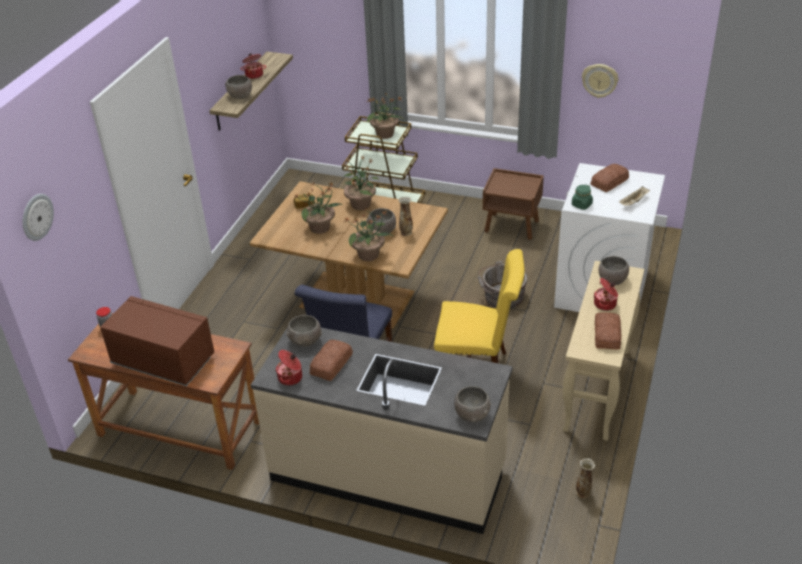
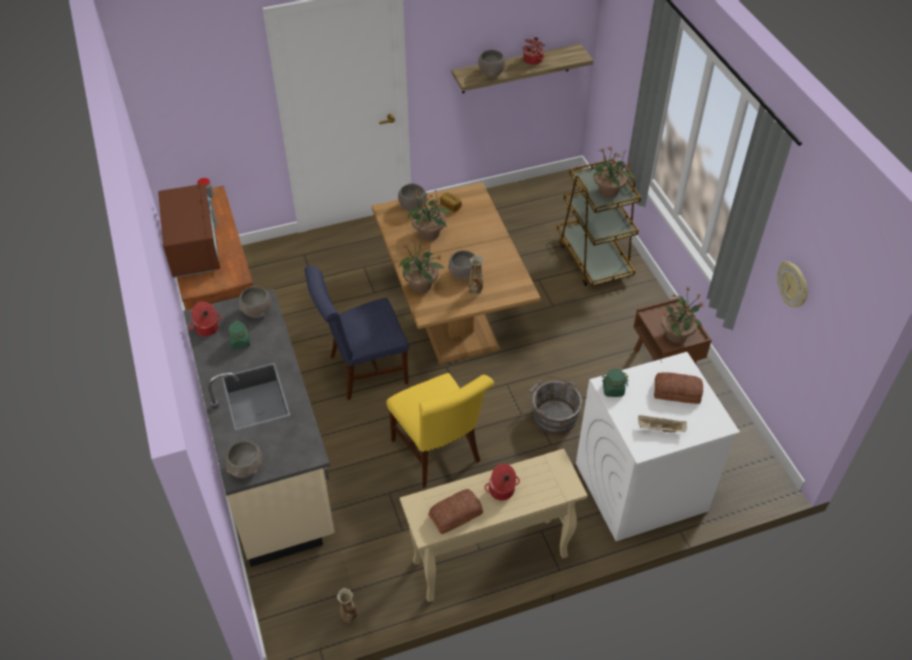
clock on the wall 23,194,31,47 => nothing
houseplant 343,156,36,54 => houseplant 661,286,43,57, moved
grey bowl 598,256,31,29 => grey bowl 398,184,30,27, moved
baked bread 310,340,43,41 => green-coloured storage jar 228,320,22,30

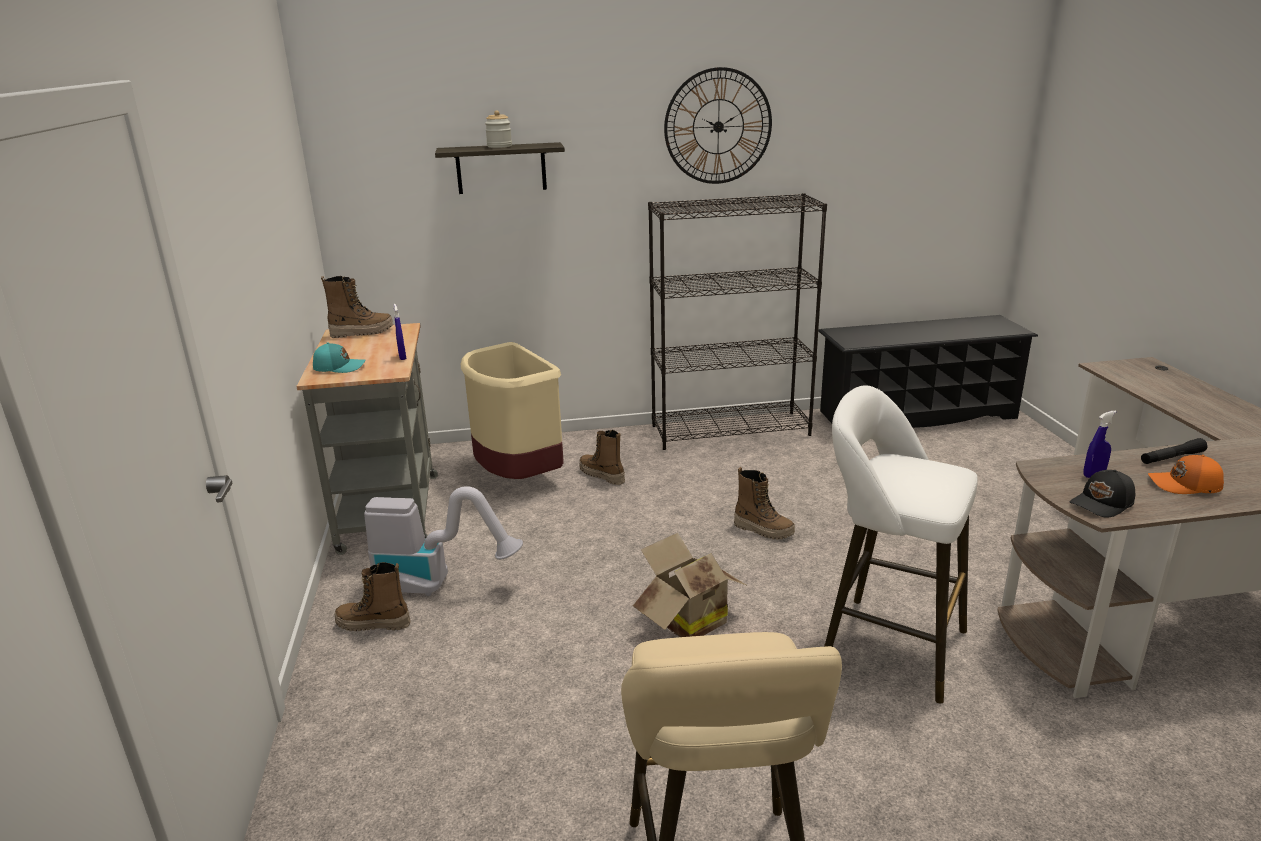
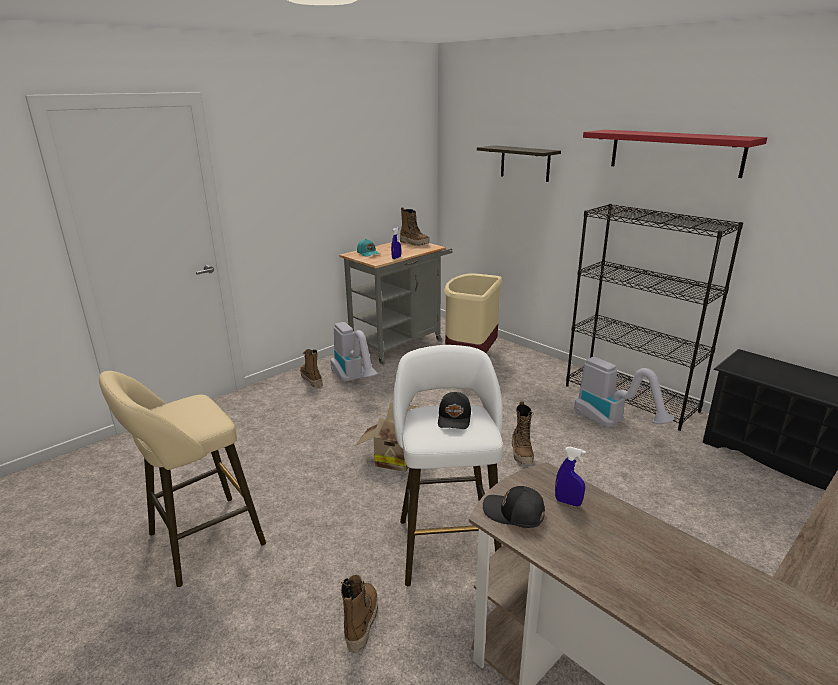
storage jar 485,110,27,38 => nothing
black-coloured flashlight 1141,438,67,26 => nothing
orange peaked cap 1148,455,76,39 => nothing
nothing => black-coloured peaked cap 438,392,33,37
nothing => vacuum cleaner 574,357,101,71
high-top boot 579,430,46,55 => high-top boot 341,575,37,78, moved
clock on the wall 664,67,108,117 => red-coloured shelf 583,130,184,48

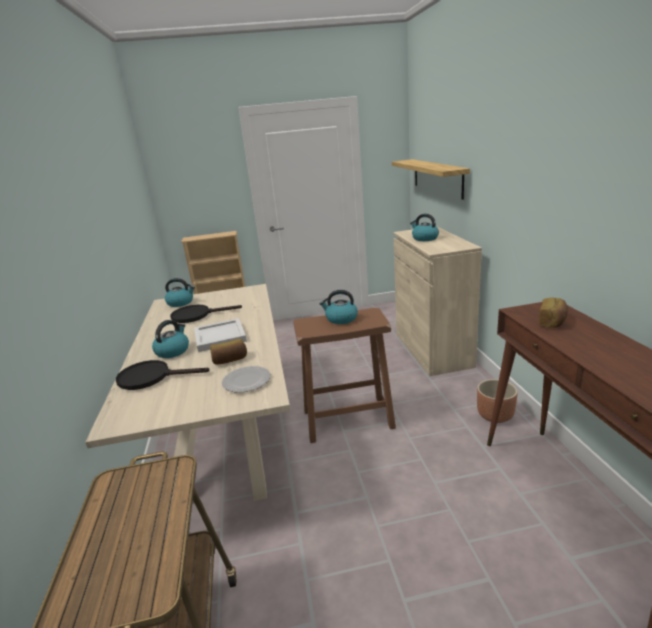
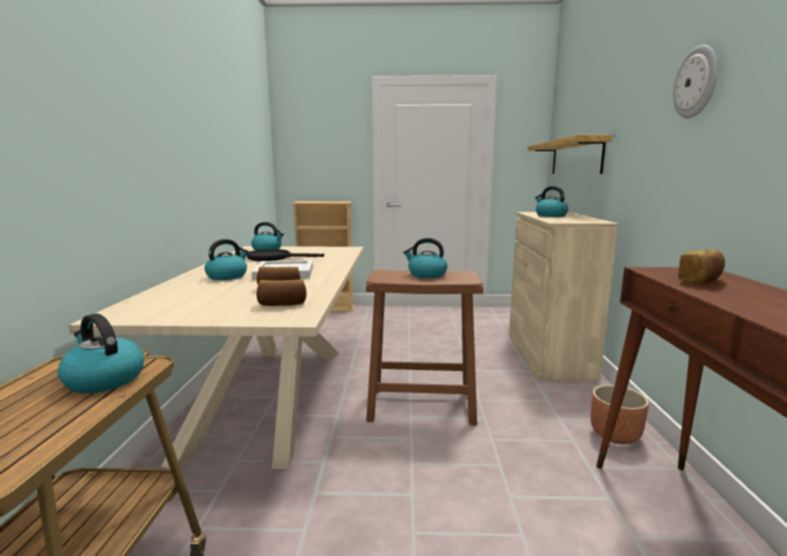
black-coloured frying pan 116,360,94,30 => nothing
nothing => water kettle 58,313,86,80
nothing => clock on the wall 673,45,45,73
flat dish 222,366,49,27 => baked bread 256,280,51,26

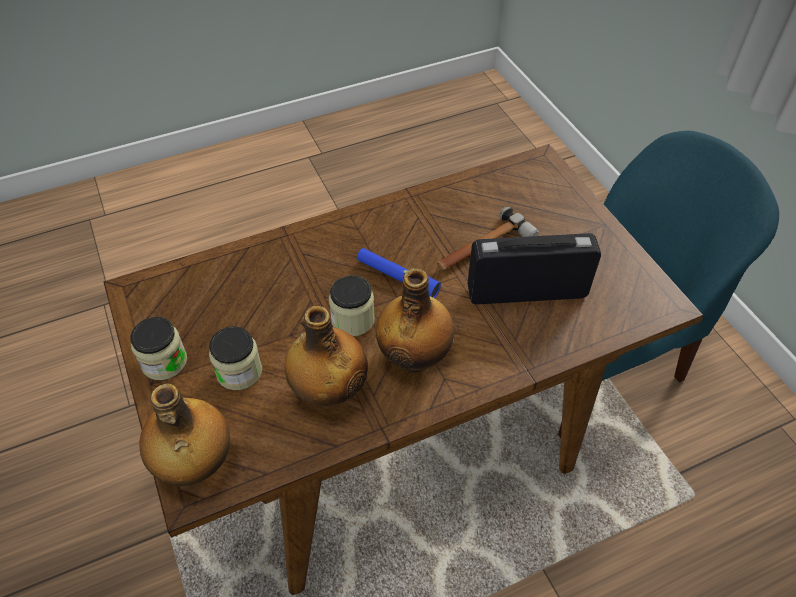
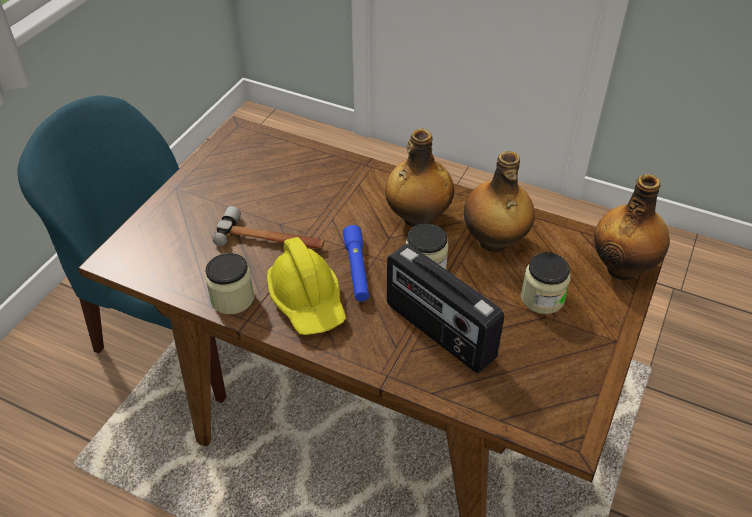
nothing => yellowish hard hat 267,237,79,98
storage jar 130,317,57,63 => storage jar 205,253,49,61, moved
radio set 468,233,133,71 => radio set 387,244,117,129, moved

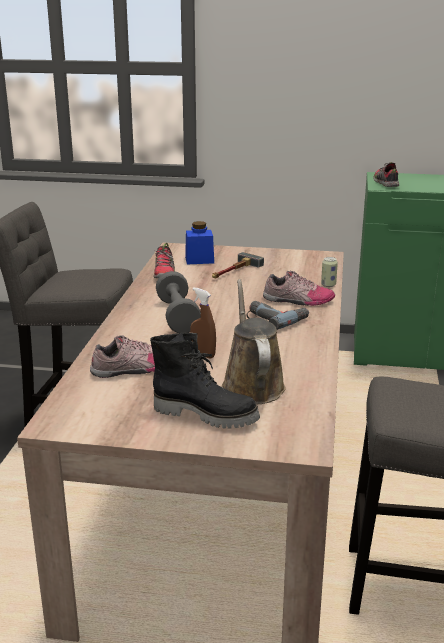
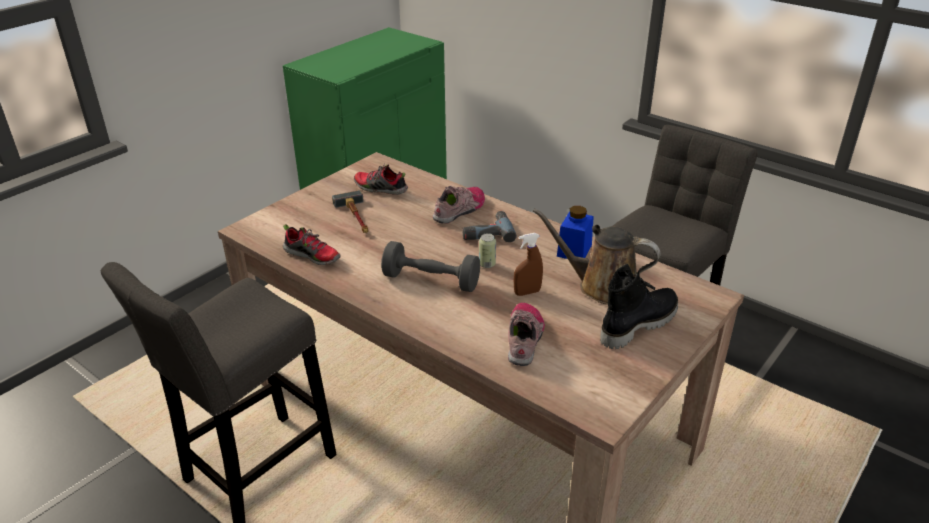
blue-coloured storage jar 185,221,29,43 => blue-coloured storage jar 557,206,37,53, moved
sealed can 321,257,17,30 => sealed can 479,233,17,35, moved
shoe 373,162,26,25 => shoe 354,164,54,31, moved

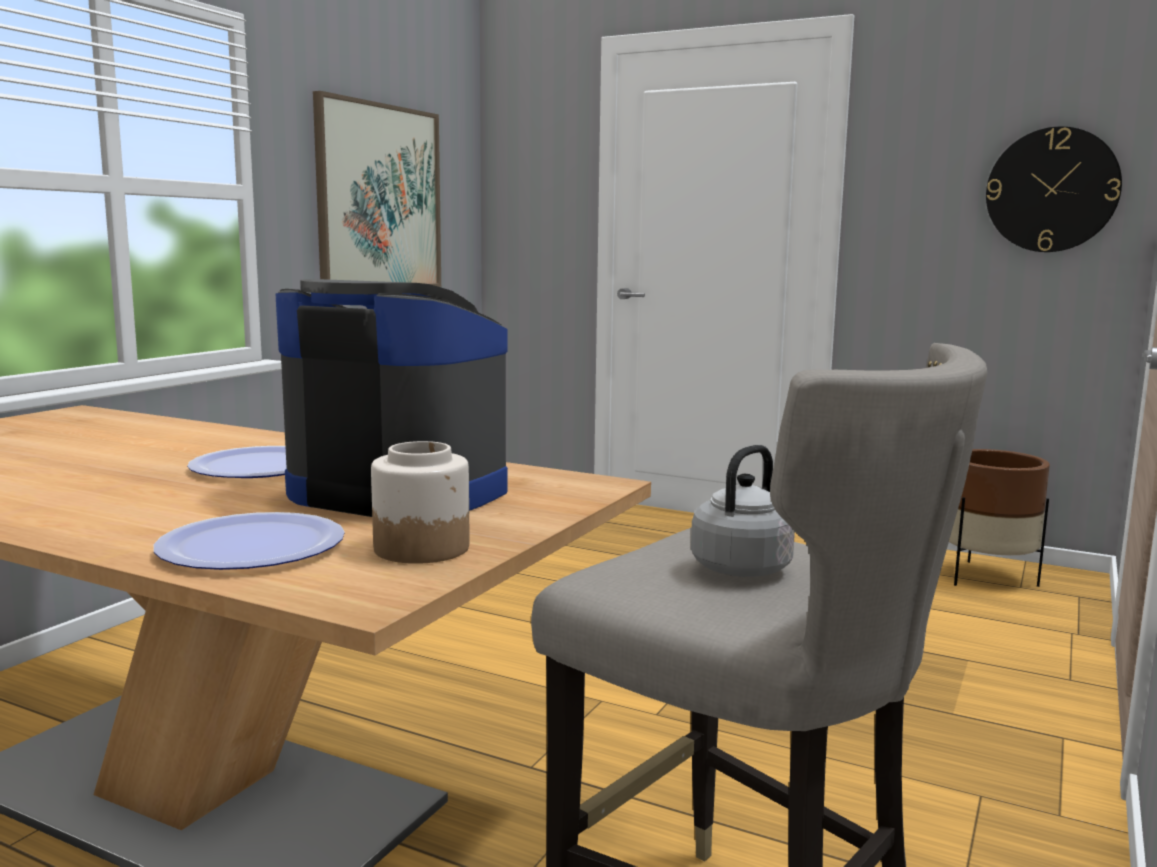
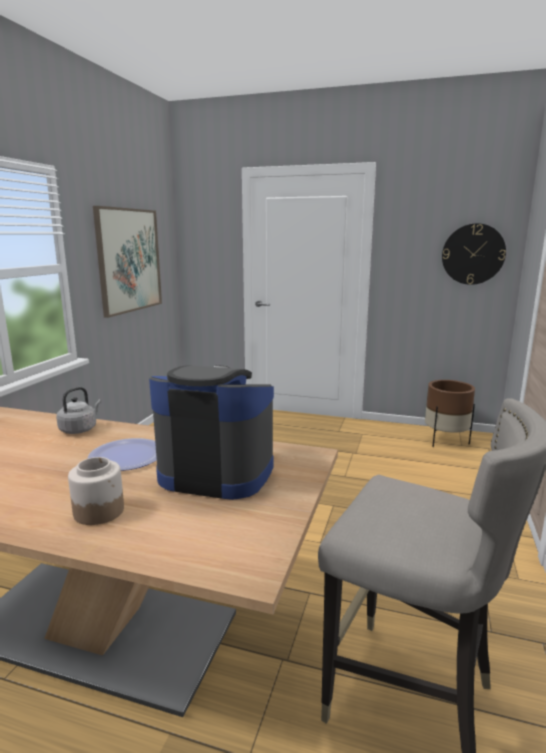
flat dish 154,512,191,58 => nothing
storage jar 371,441,98,123 => storage jar 68,457,56,68, moved
grey water kettle 691,445,104,132 => grey water kettle 56,387,45,47, moved

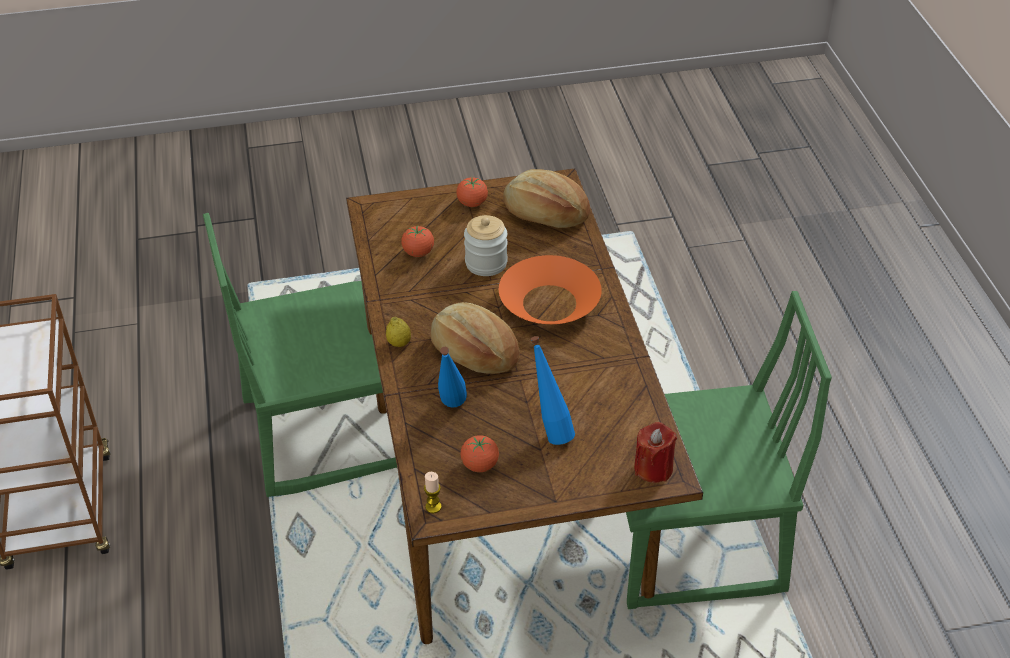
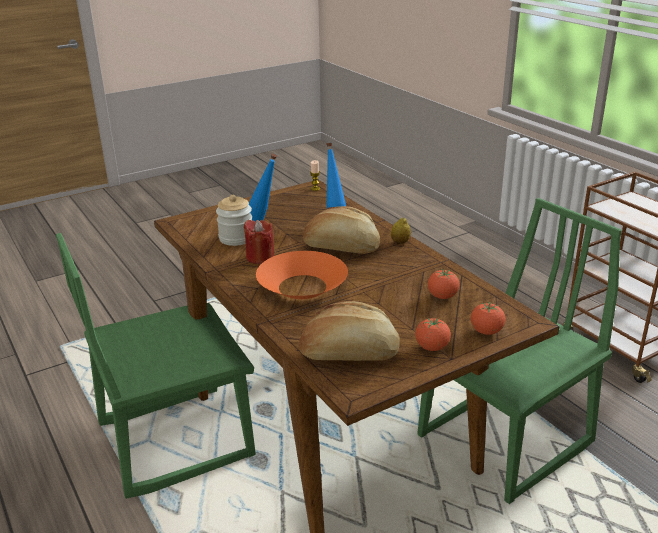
fresh tomato 461,435,38,37 => fresh tomato 471,302,34,33, moved
storage jar 464,215,44,61 => storage jar 216,195,36,51, moved
red-coloured wax light 634,422,43,61 => red-coloured wax light 243,220,32,44, moved

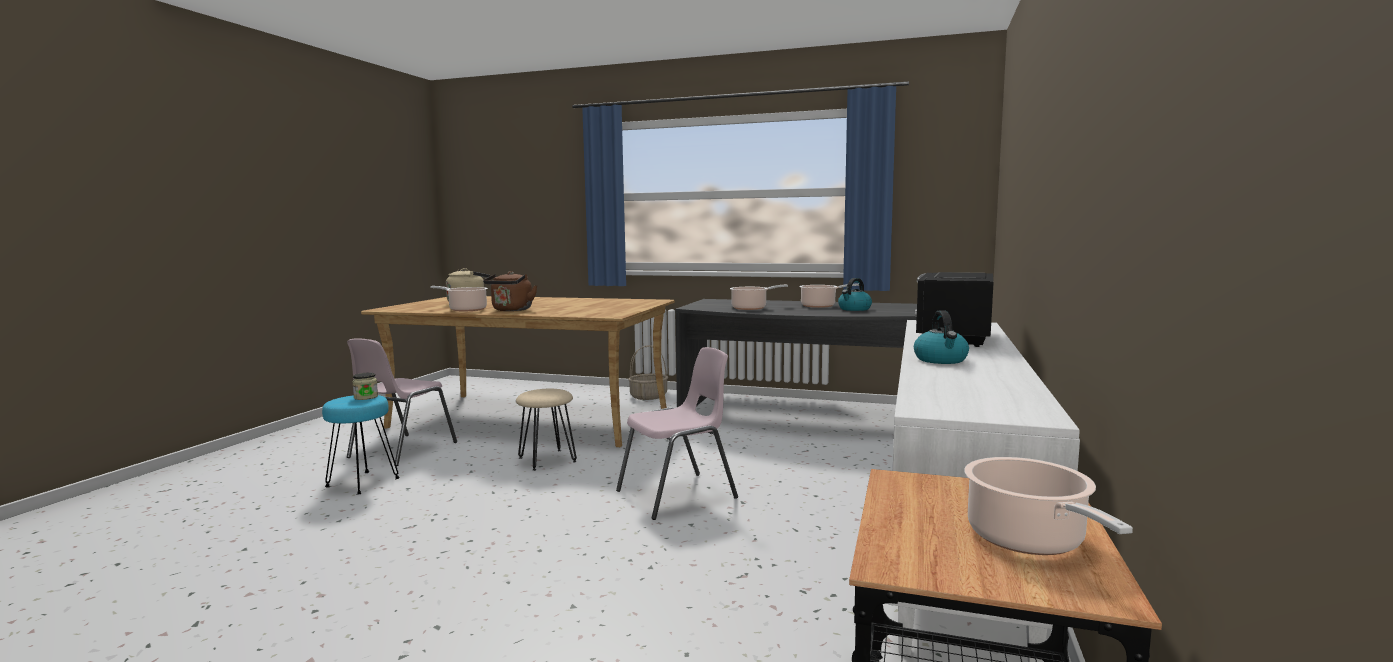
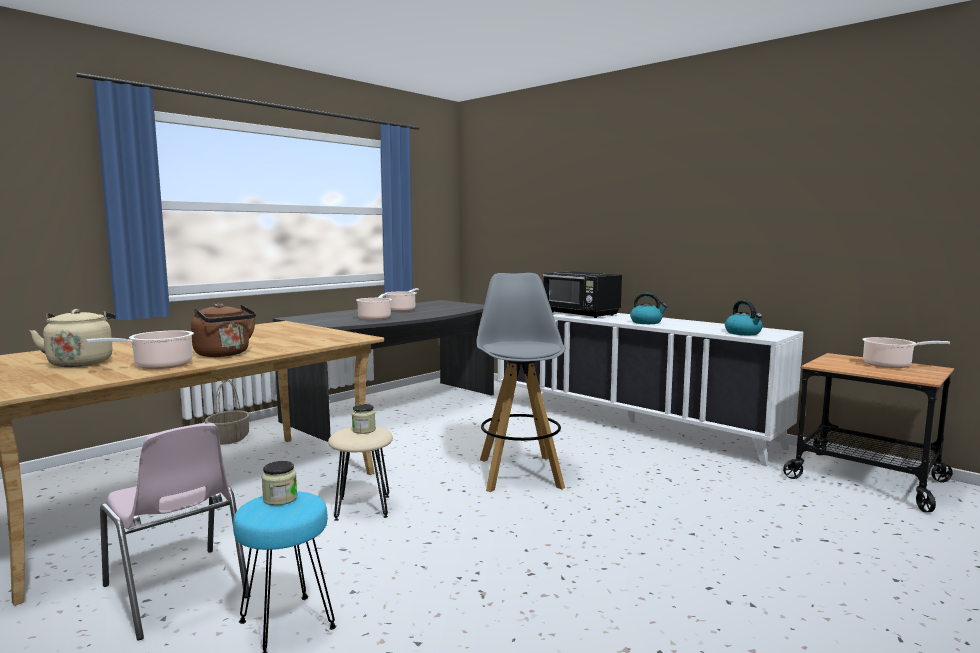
nothing => storage jar 352,404,24,30
water kettle 838,278,34,33 => water kettle 725,300,37,35, moved
pink upright chair 616,347,122,173 => grey stool 476,273,90,219

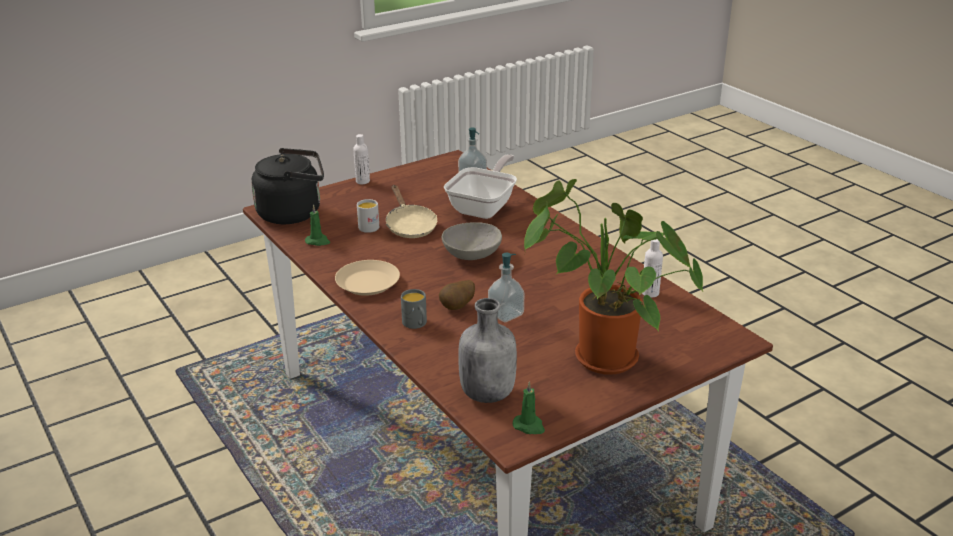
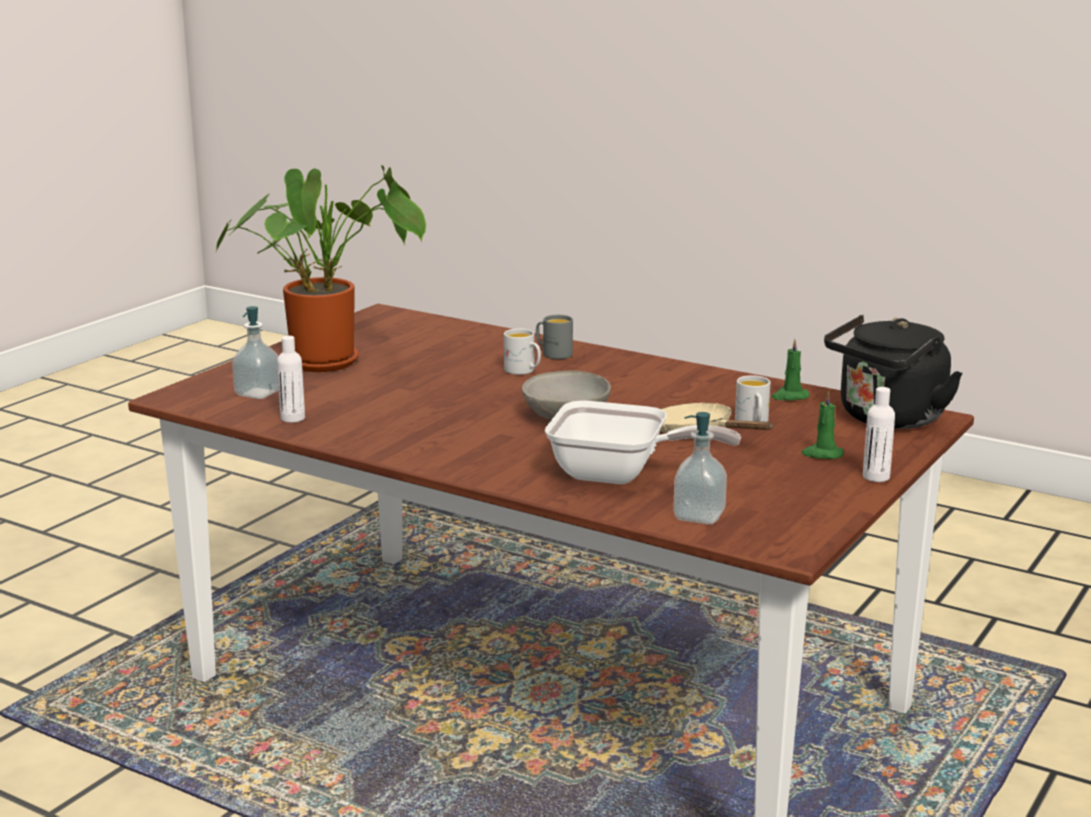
beige-coloured flat dish 335,260,65,36 => nothing
grey bottle 458,298,59,105 => nothing
soap bottle 488,253,36,69 => soap bottle 232,306,47,93, moved
green-coloured wax light 513,381,32,53 => green-coloured wax light 801,391,43,68, moved
spud 439,280,36,30 => whitish mug 504,329,37,46
frying pan 444,154,73,65 => frying pan 545,400,196,84, 75 degrees counterclockwise

